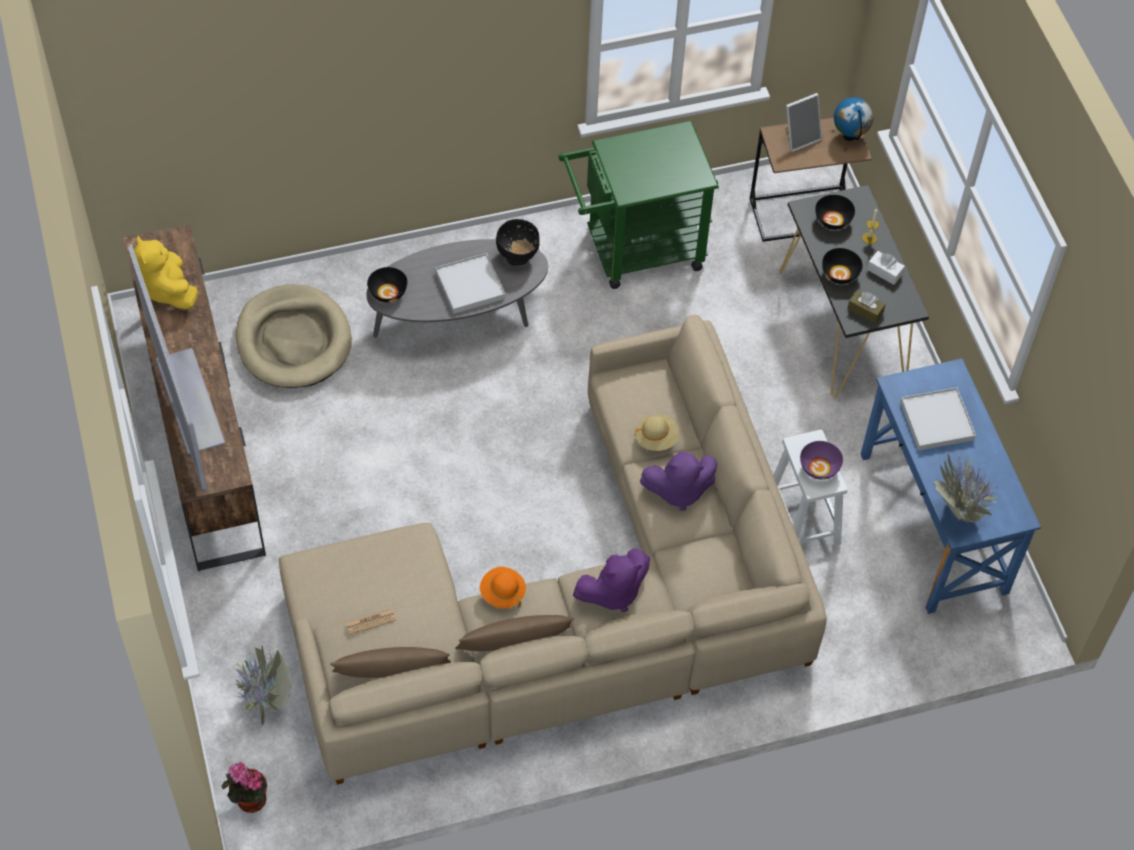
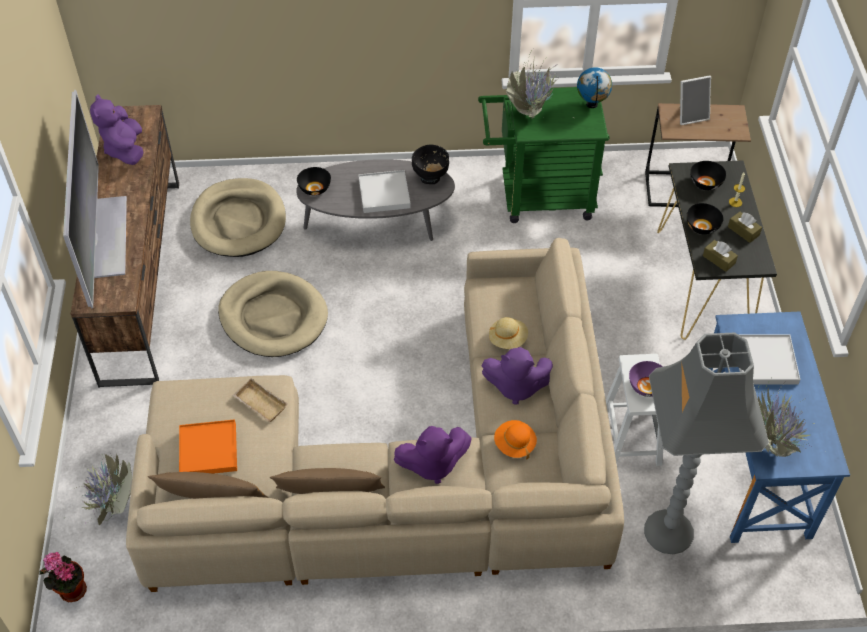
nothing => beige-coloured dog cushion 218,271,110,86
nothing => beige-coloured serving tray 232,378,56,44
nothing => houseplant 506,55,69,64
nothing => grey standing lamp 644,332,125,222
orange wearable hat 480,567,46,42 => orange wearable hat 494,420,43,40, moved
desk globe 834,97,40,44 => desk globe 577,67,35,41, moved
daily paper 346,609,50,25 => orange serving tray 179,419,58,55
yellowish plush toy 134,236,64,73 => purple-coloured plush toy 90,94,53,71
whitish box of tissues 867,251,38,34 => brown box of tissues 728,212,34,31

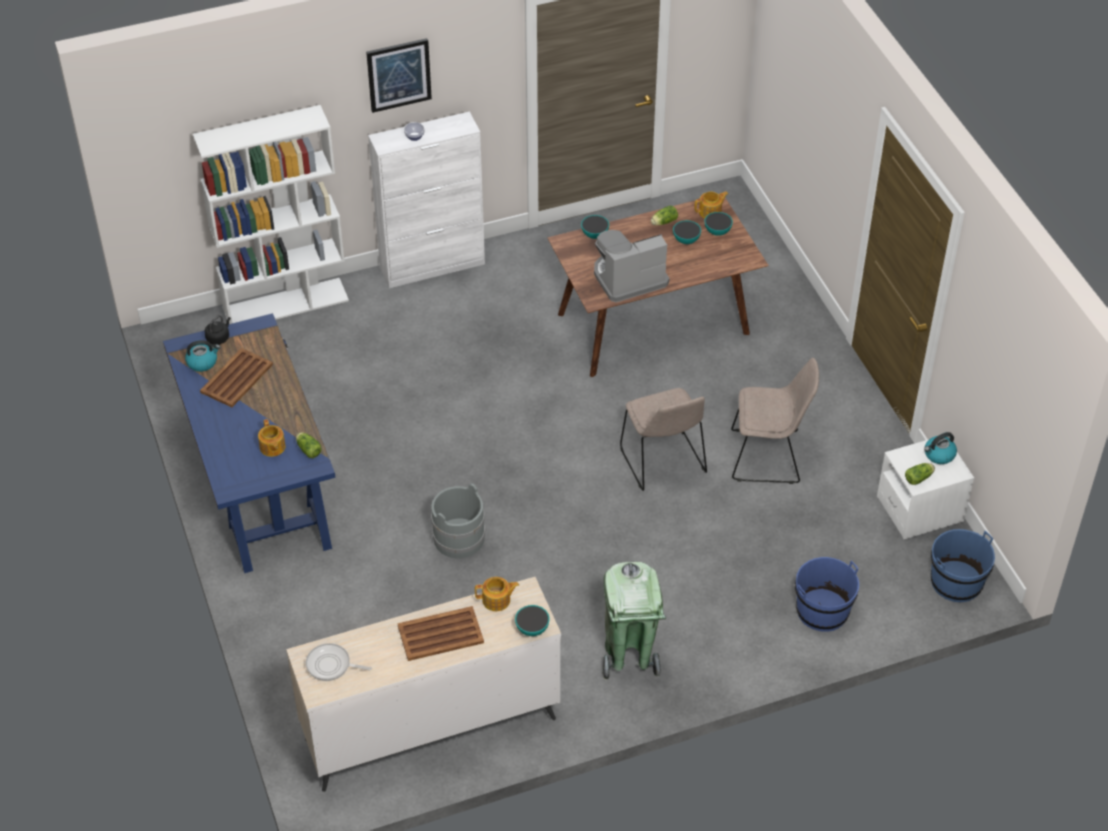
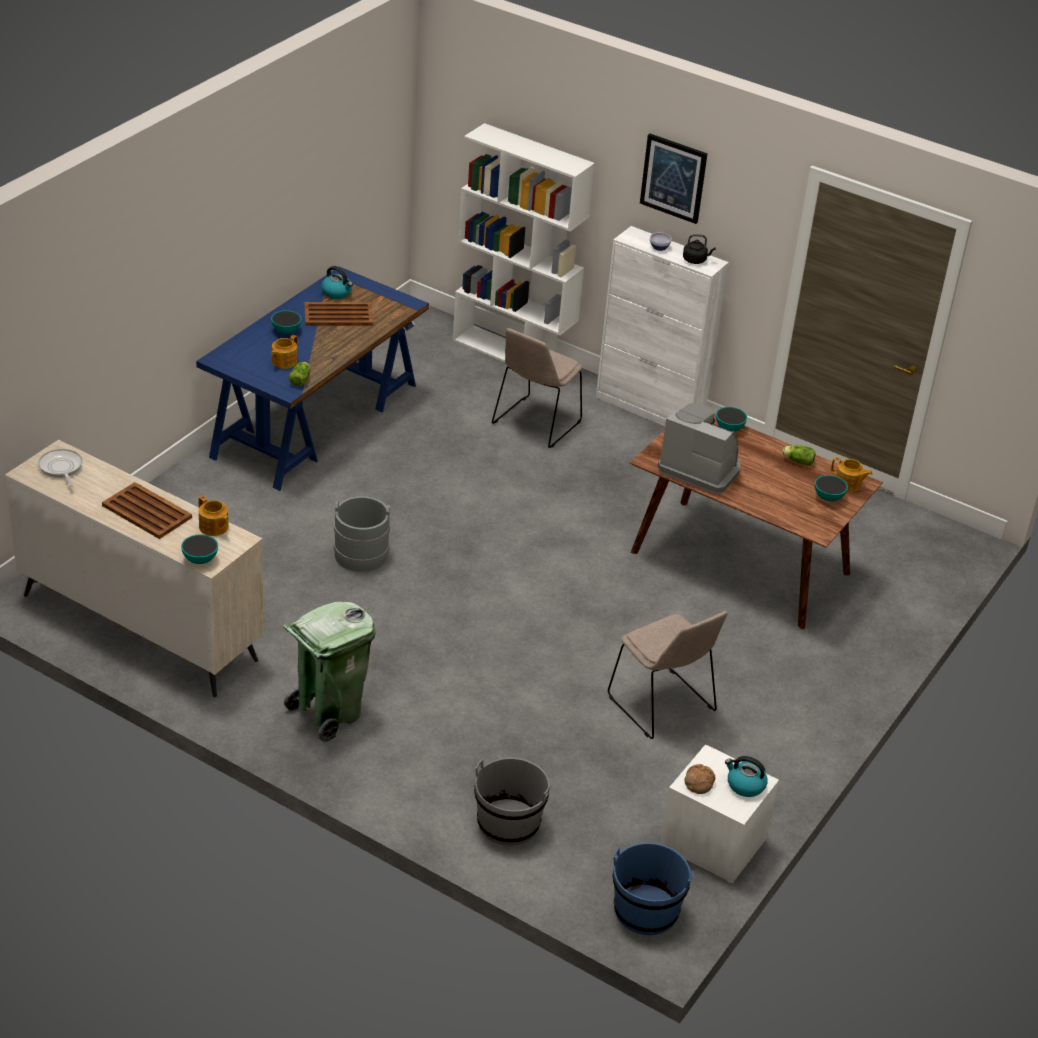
black-coloured water kettle 205,315,26,30 => black-coloured water kettle 683,234,33,30, moved
beige-coloured upright chair 620,388,87,103 => beige-coloured upright chair 492,328,90,120, moved
bowl 673,220,28,24 => bowl 271,310,31,24, moved
head of lettuce 905,463,30,22 => baked bread 684,764,31,30
blue-coloured water bucket 795,557,64,75 => grey water bucket 474,757,77,89

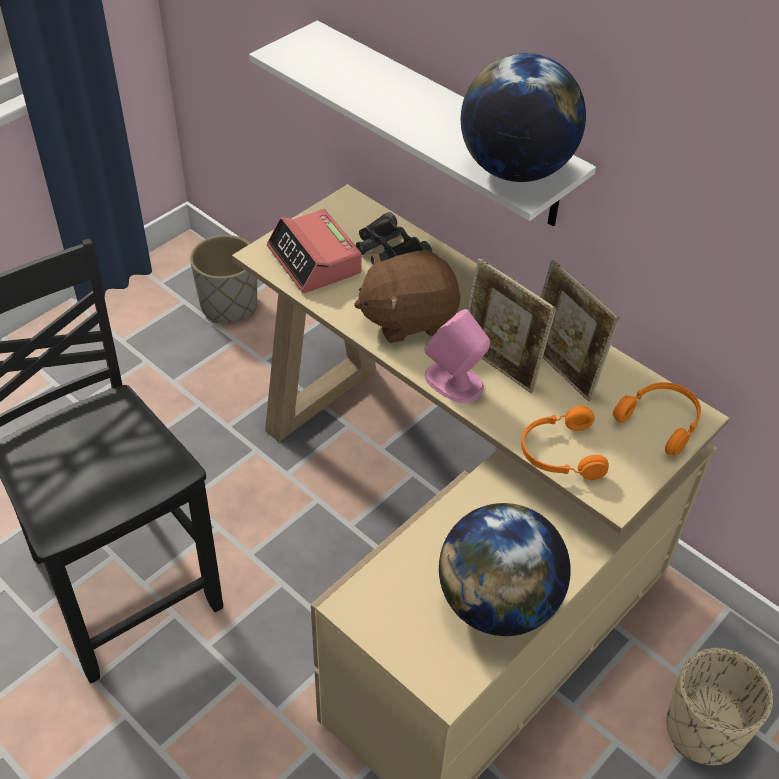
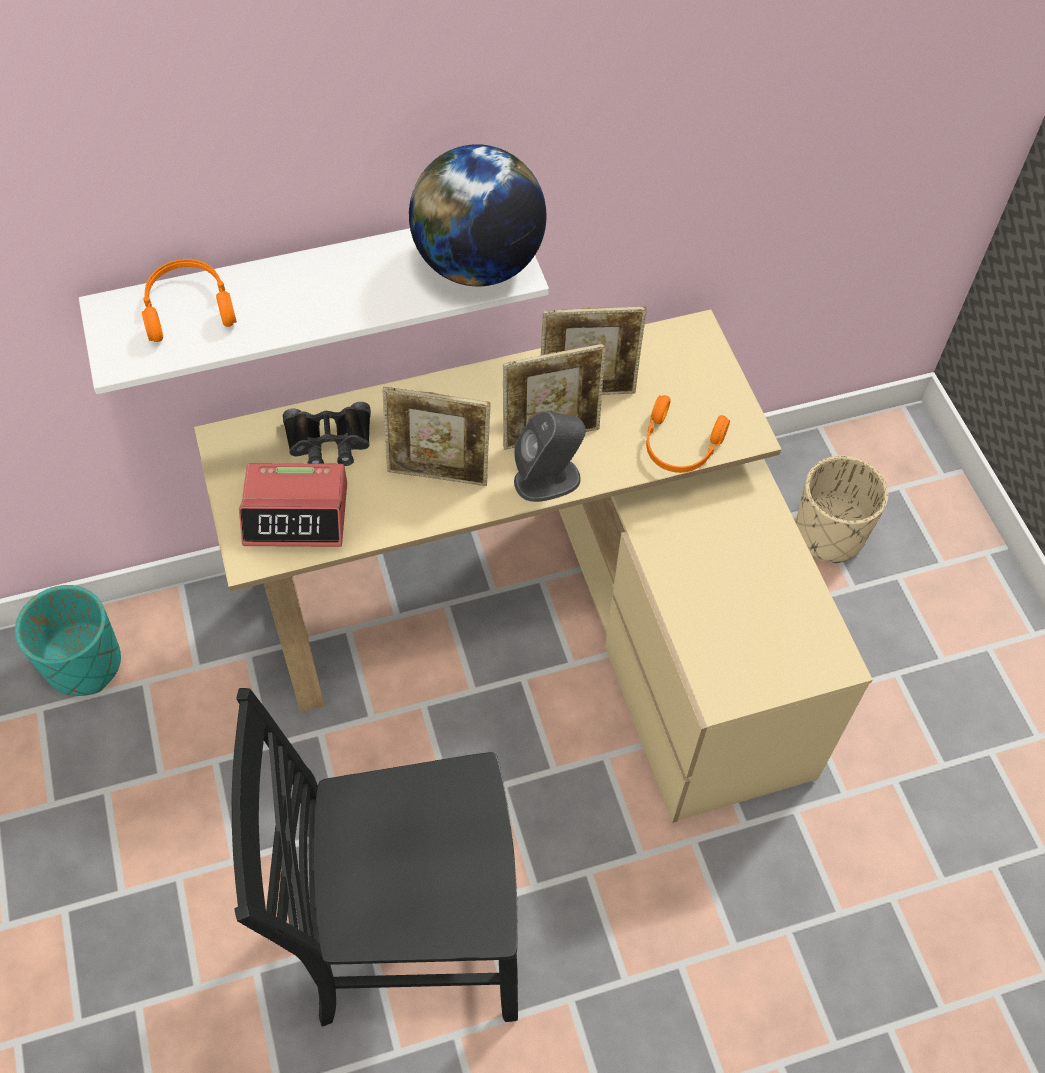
desk globe 439,503,132,133 => nothing
orange headset 613,382,88,74 => orange headset 142,259,95,83, moved
brown plush toy 354,250,106,93 => photo frame 383,387,108,99
grey flower pot 190,235,67,88 => blue-green flower pot 15,585,106,111
pink loudspeaker 424,309,66,94 => grey loudspeaker 514,411,72,91

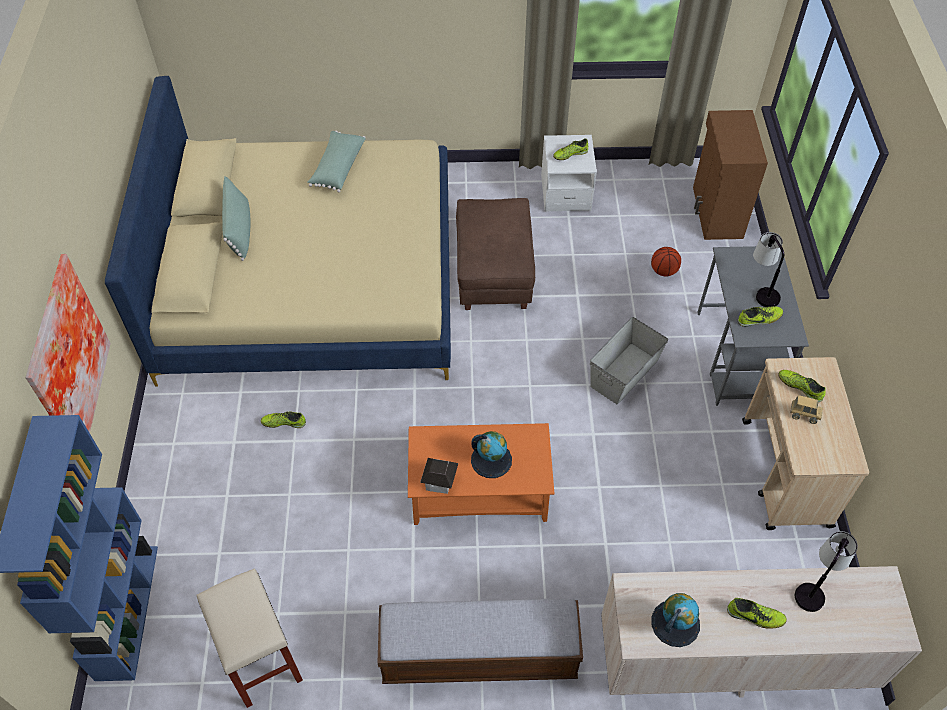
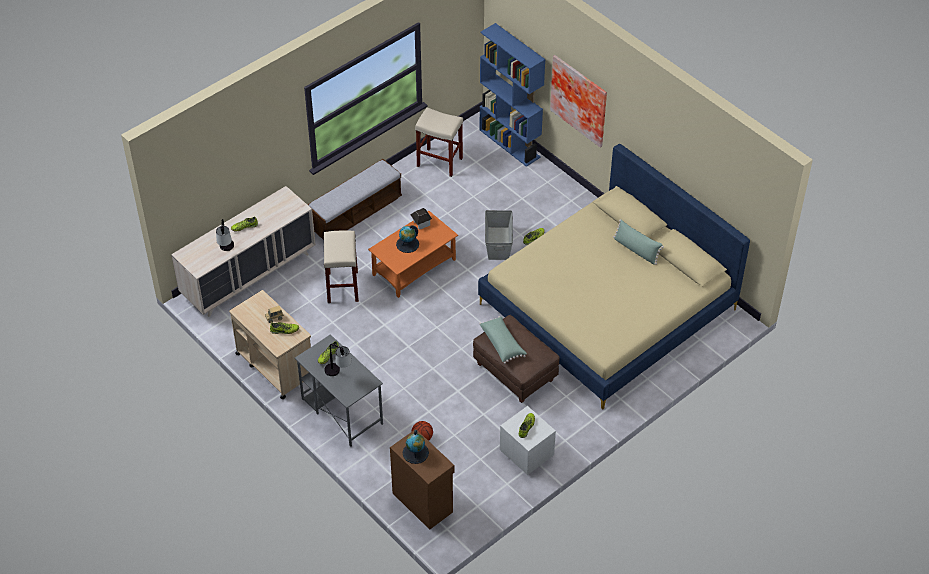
nothing => beige-coloured stool 324,230,35,73
green-coloured cushion 308,131,58,61 => green-coloured cushion 479,316,48,48, moved
grey storage container 590,317,78,87 => grey storage container 485,210,28,50, moved
desk globe 651,593,49,54 => desk globe 403,430,26,34, moved

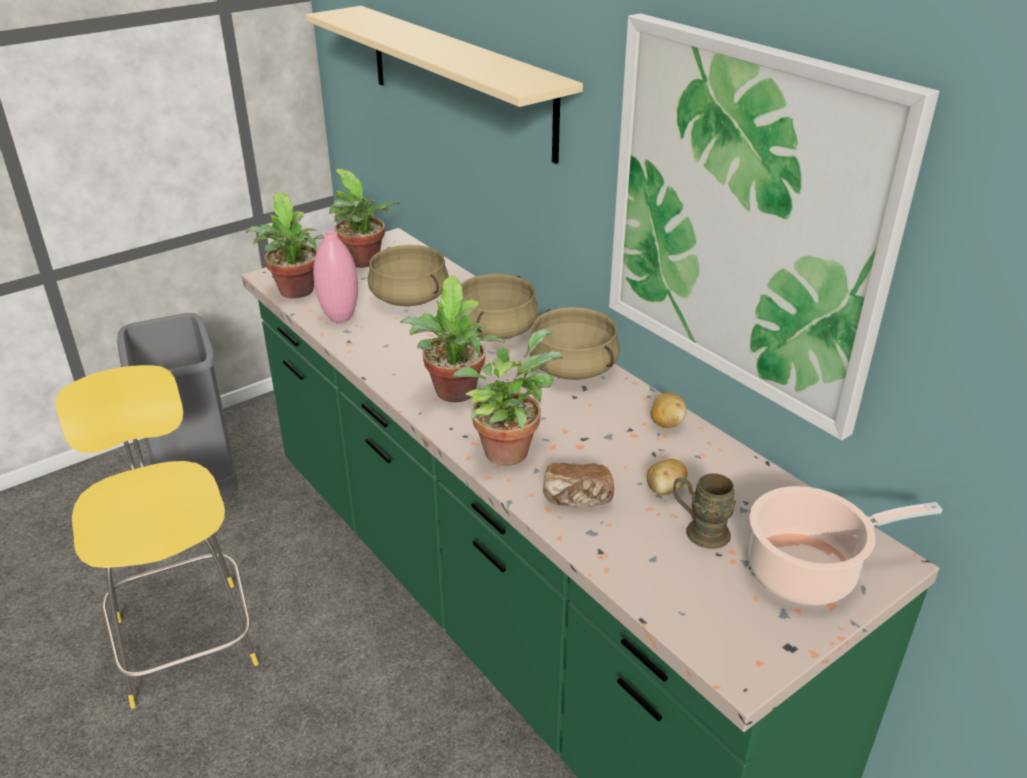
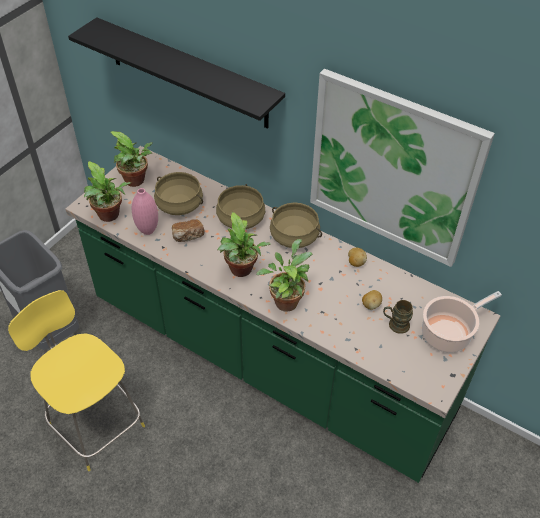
baked bread 543,463,71,44 => baked bread 172,219,33,23, moved
beige-coloured shelf 306,6,277,158 => black-coloured shelf 68,17,217,112

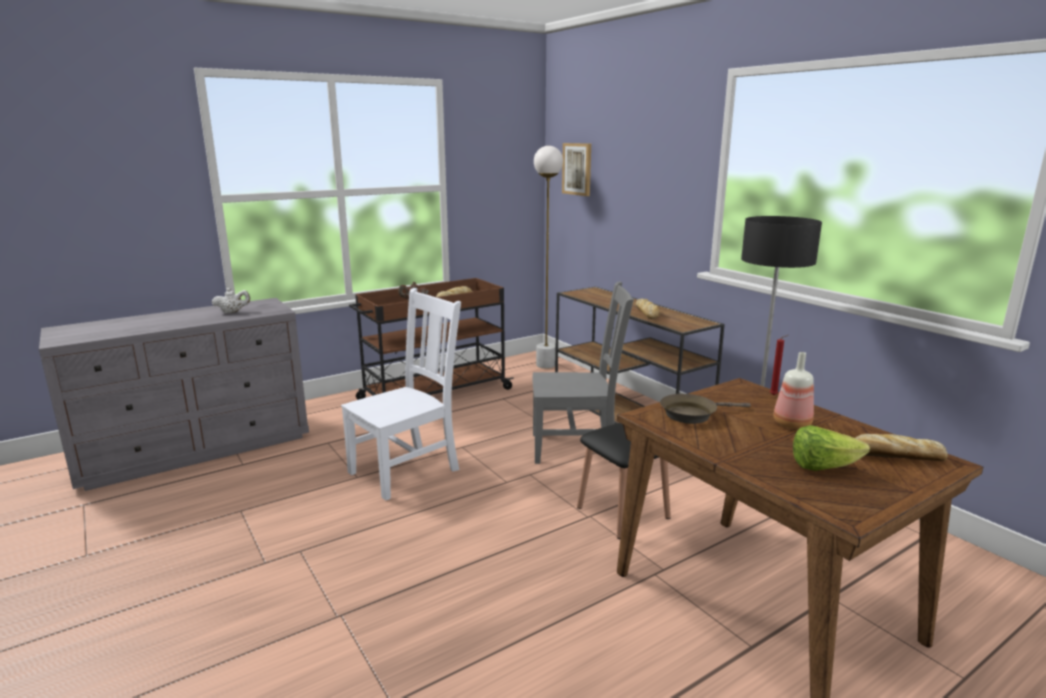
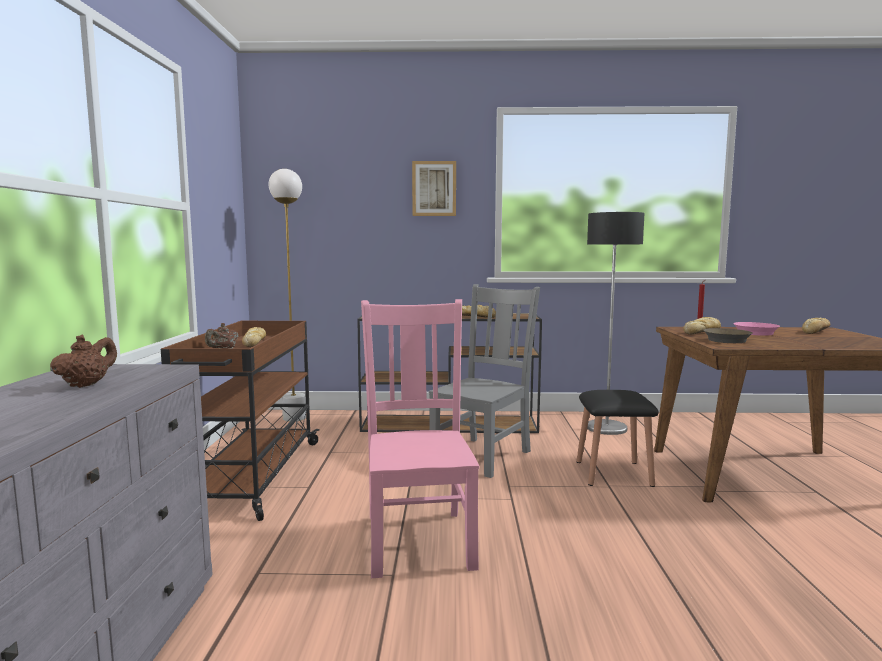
head of lettuce 793,425,77,46 => nothing
nothing => baked bread 683,317,38,17
wall picture 562,143,29,53 => wall picture 412,161,44,55, moved
bottle 773,352,41,77 => pink frying pan 733,322,47,14
whitish pot for tea 211,288,39,25 => brown pot for tea 50,335,67,53
whitish upright chair 341,288,120,213 => pink upright chair 361,299,118,279

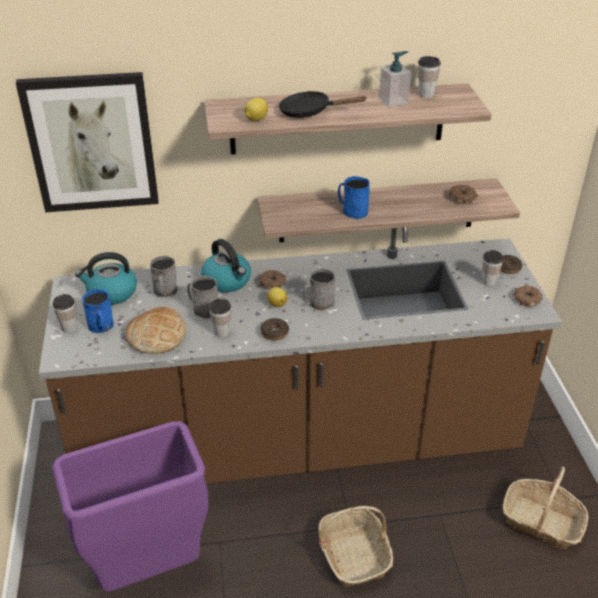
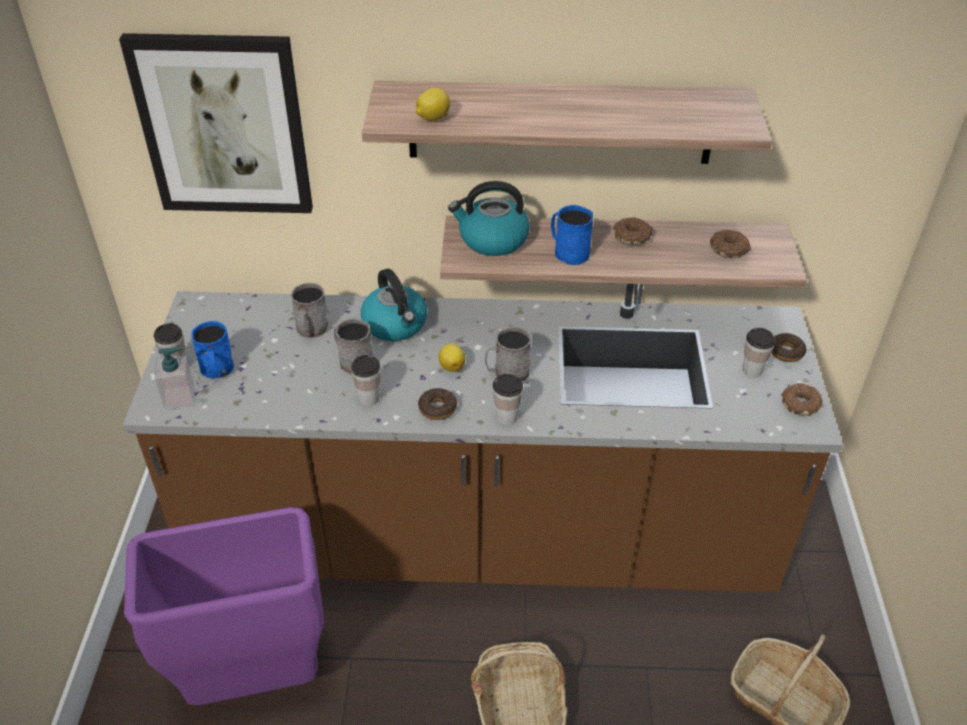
baked bread 126,307,60,47 => nothing
black-coloured frying pan 279,91,88,27 => nothing
water kettle 75,252,62,53 => water kettle 448,181,82,75, moved
doughnut 258,270,28,20 => doughnut 614,217,39,28, moved
soap bottle 379,51,32,56 => soap bottle 155,347,40,63, moved
small cup 418,56,23,42 => small cup 493,374,30,51, moved

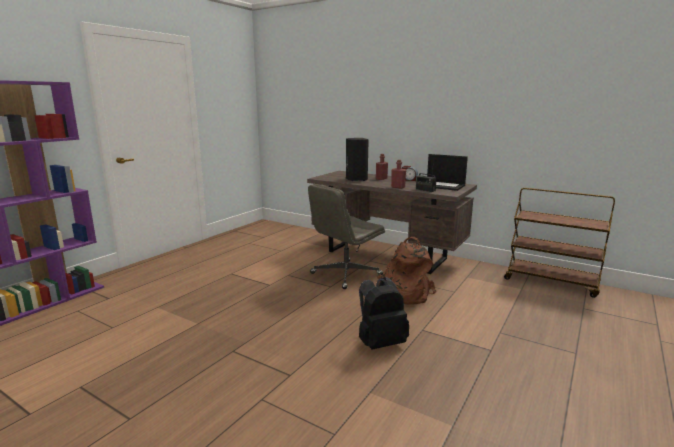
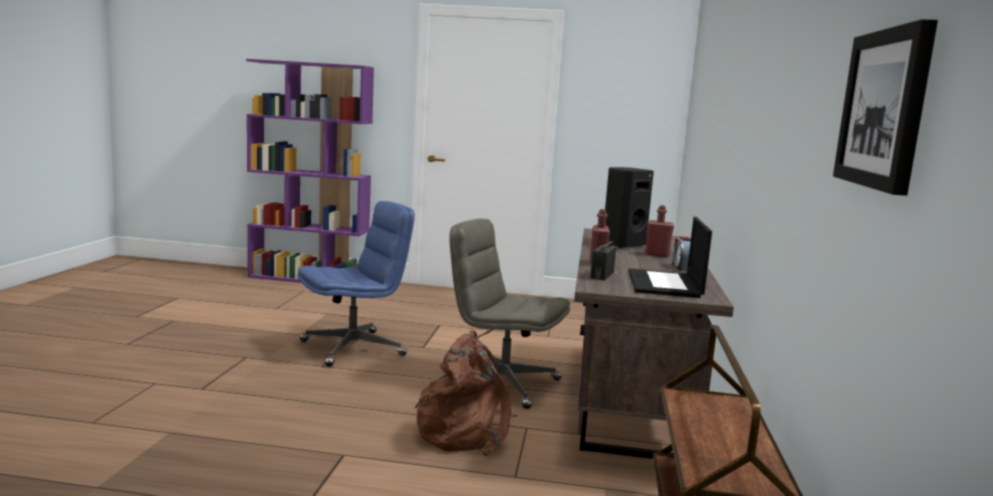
black-coloured rucksack 359,277,50,73 => nothing
nothing => blue-coloured computer chair 297,201,118,166
nothing => wall picture 833,19,105,177

